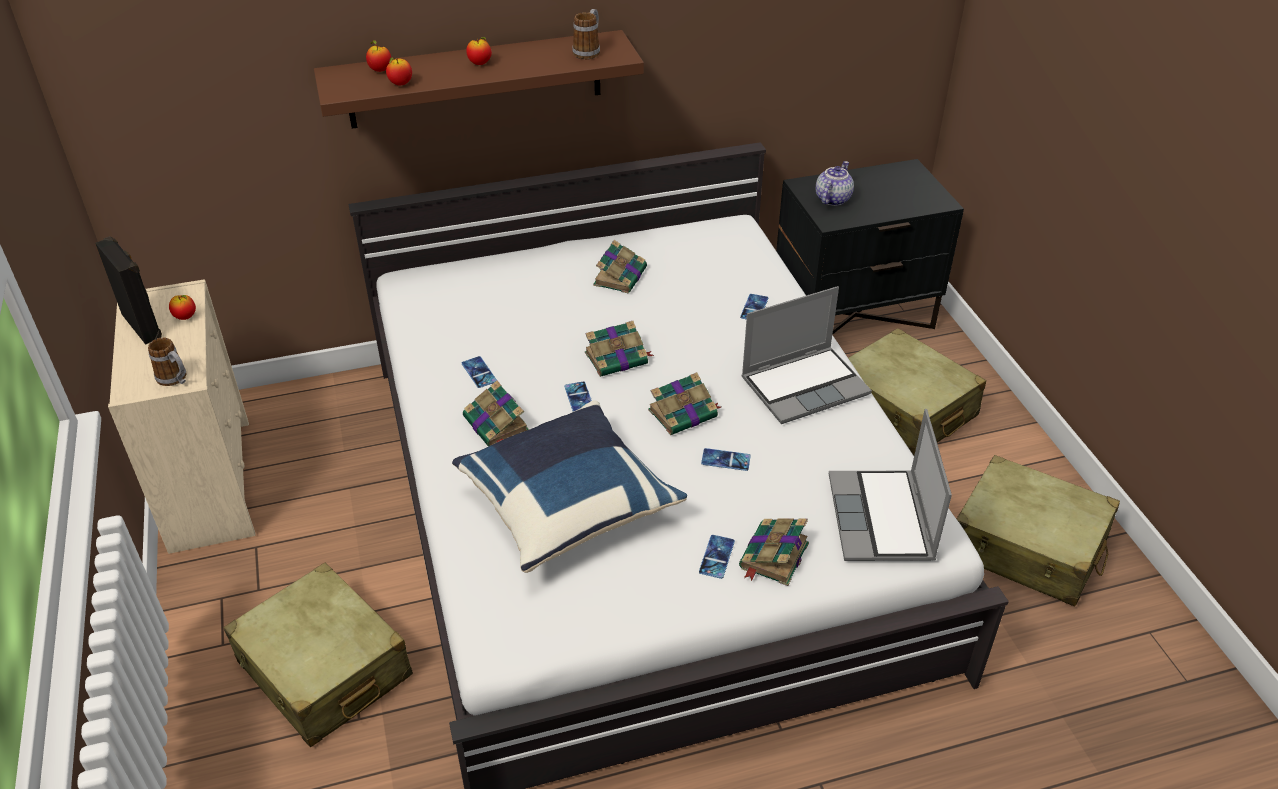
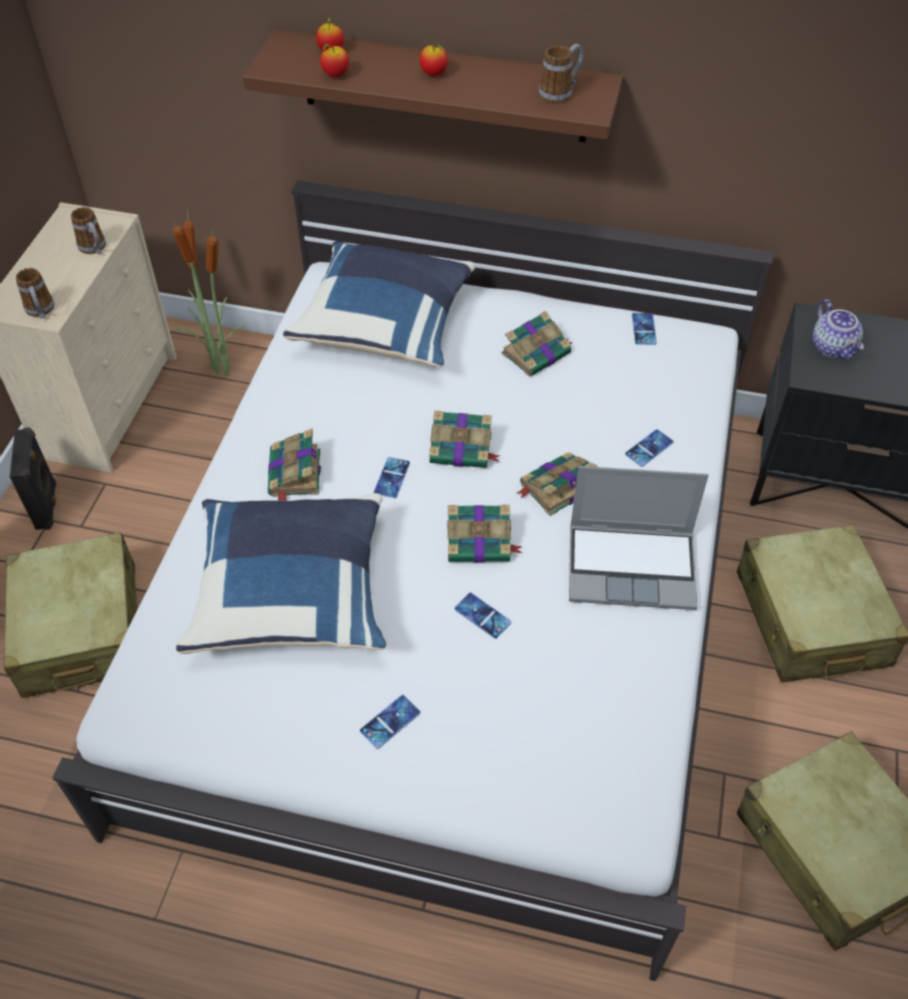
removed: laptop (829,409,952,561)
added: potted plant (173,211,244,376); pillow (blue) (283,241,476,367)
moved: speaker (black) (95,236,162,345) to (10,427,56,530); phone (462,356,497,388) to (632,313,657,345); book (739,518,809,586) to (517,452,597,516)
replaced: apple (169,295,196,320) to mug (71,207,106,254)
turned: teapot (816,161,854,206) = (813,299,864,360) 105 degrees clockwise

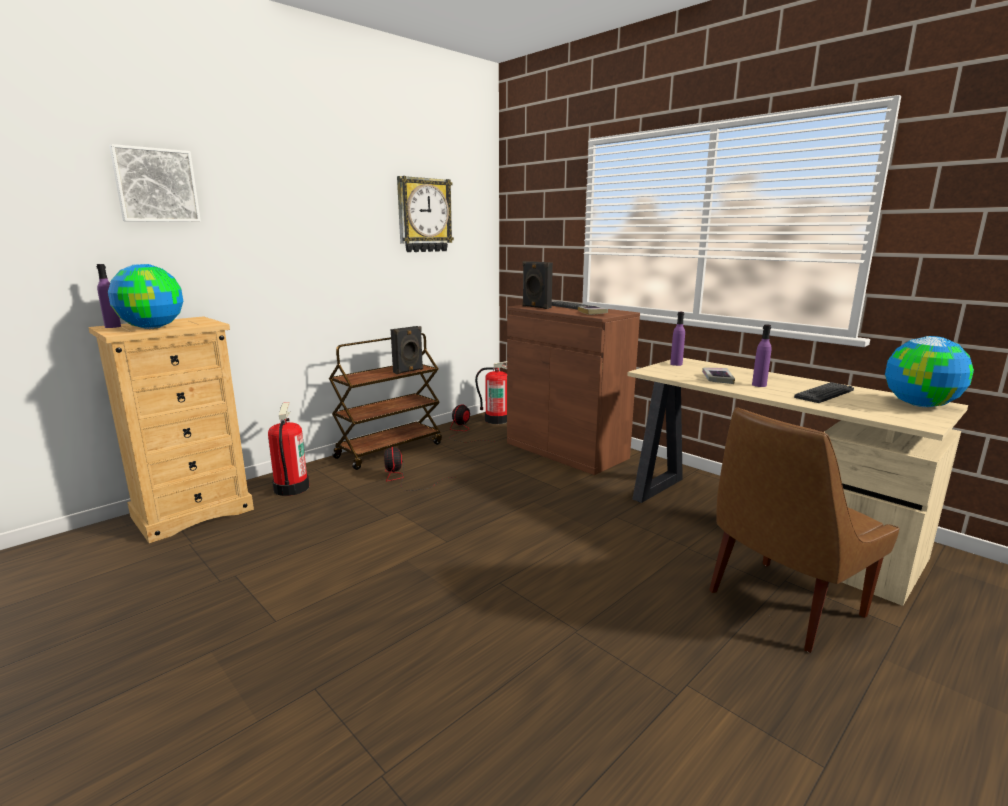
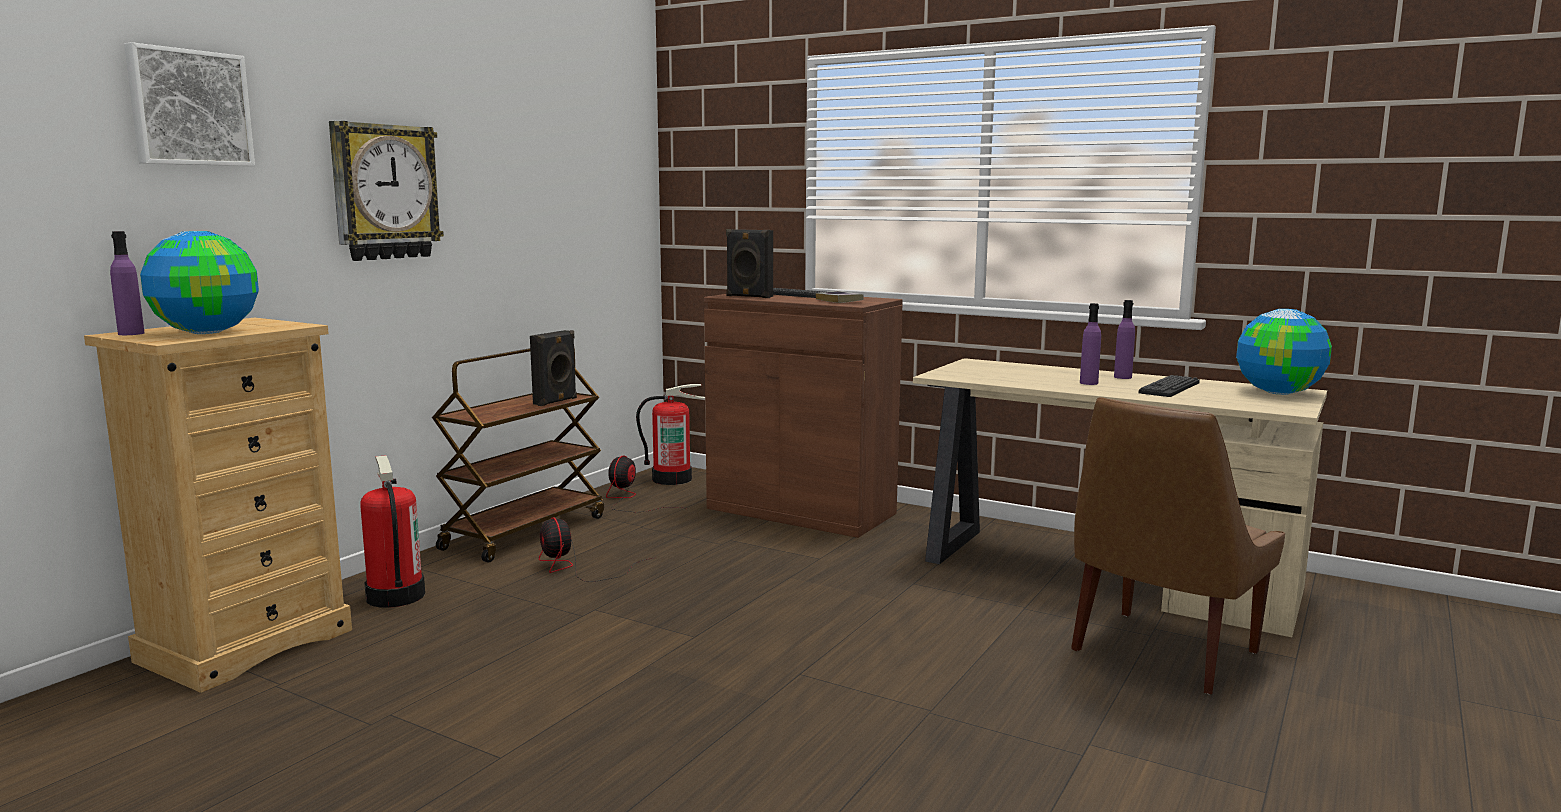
removed: book (702,368,735,384)
moved: wall clock (397,176,454,252) to (329,121,444,261); bottle (purple) (670,312,685,366) to (1114,300,1135,379)

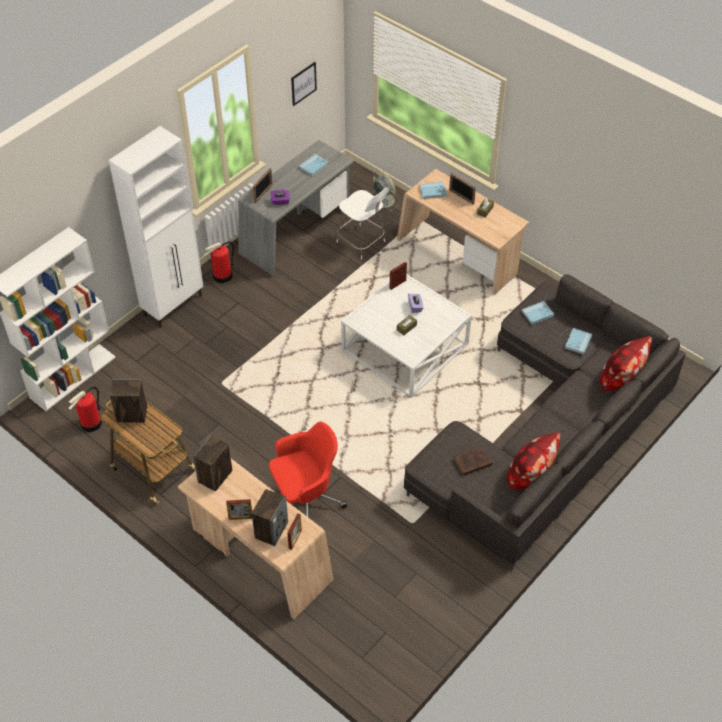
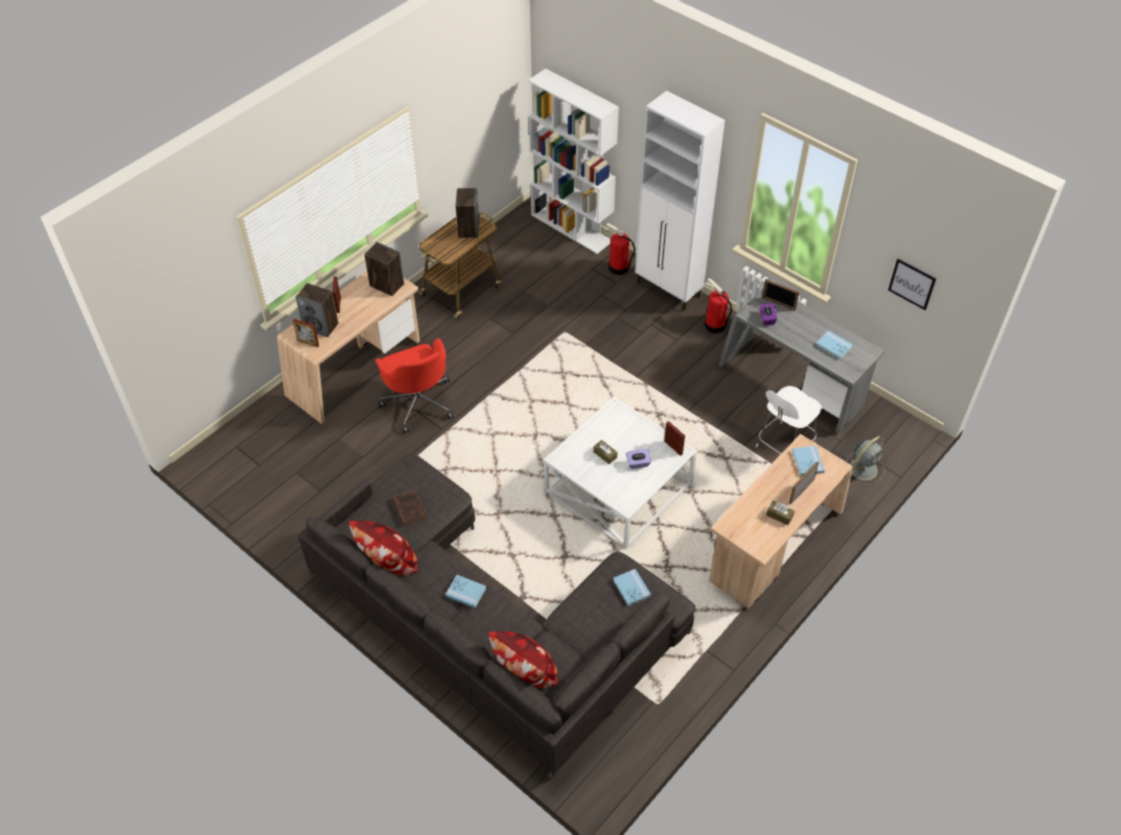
moved: book (blue) (565,328,592,355) to (445,575,486,608); fire extinguisher (69,387,102,432) to (604,223,635,275)

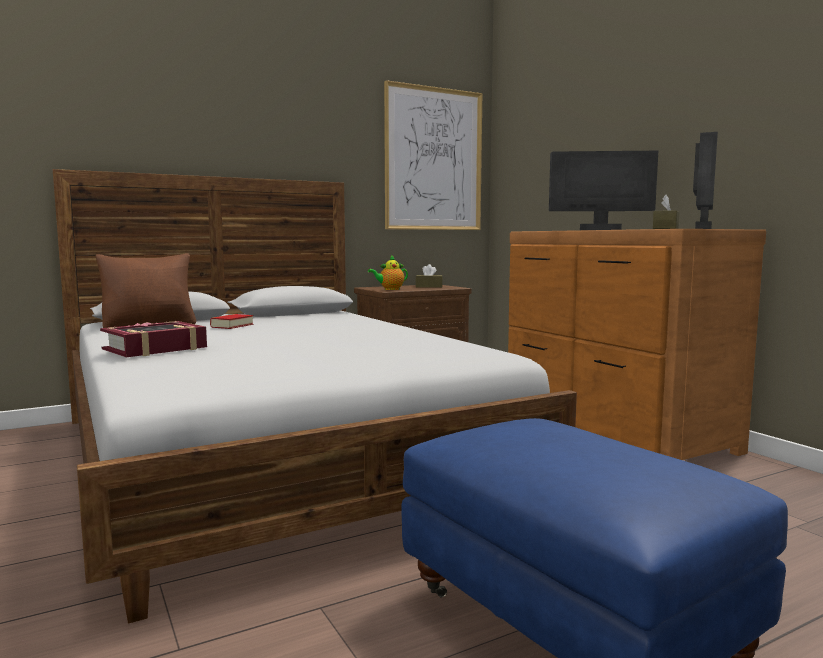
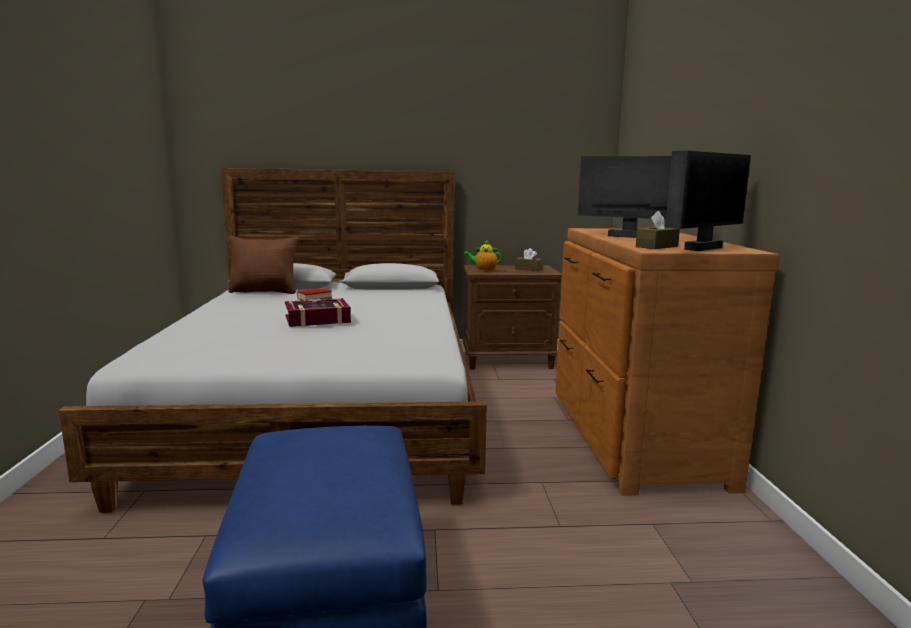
removed: picture (384,80,482,230)
moved: book (100,321,207,357) to (285,298,351,327)

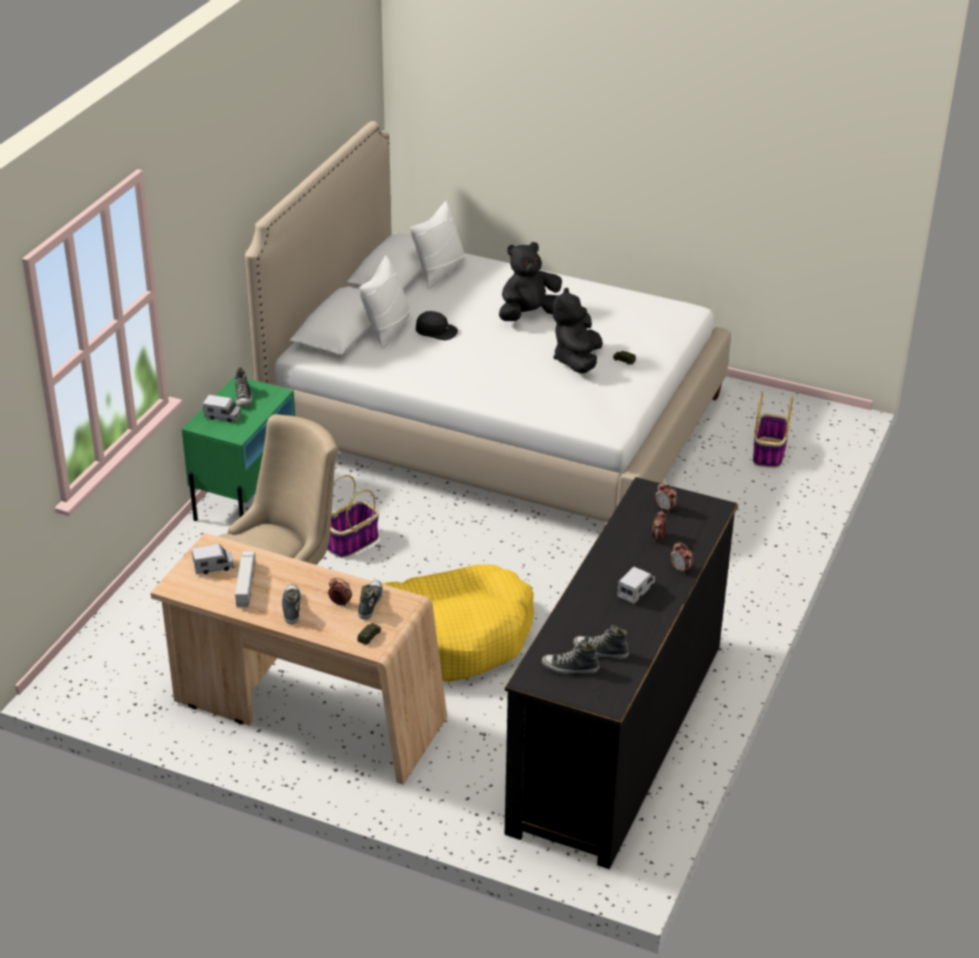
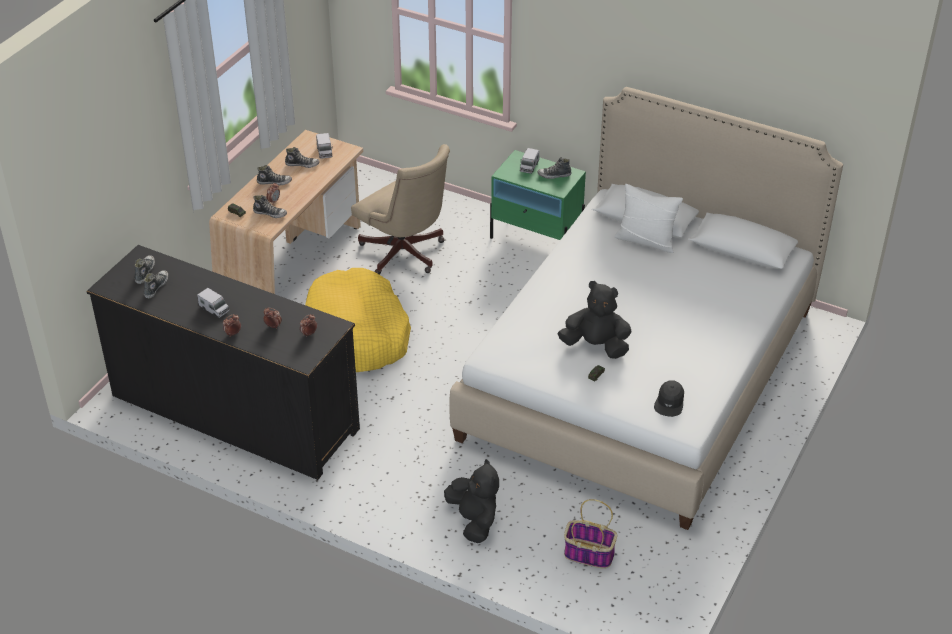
removed: pillow (white) (410,201,466,288); basket (327,475,379,558)
moved: plush toy (black) (499,242,562,321) to (444,459,499,543); cap (black) (416,311,458,340) to (654,380,684,417)
replaced: toy truck (235,551,255,608) to shoe (285,147,320,168)

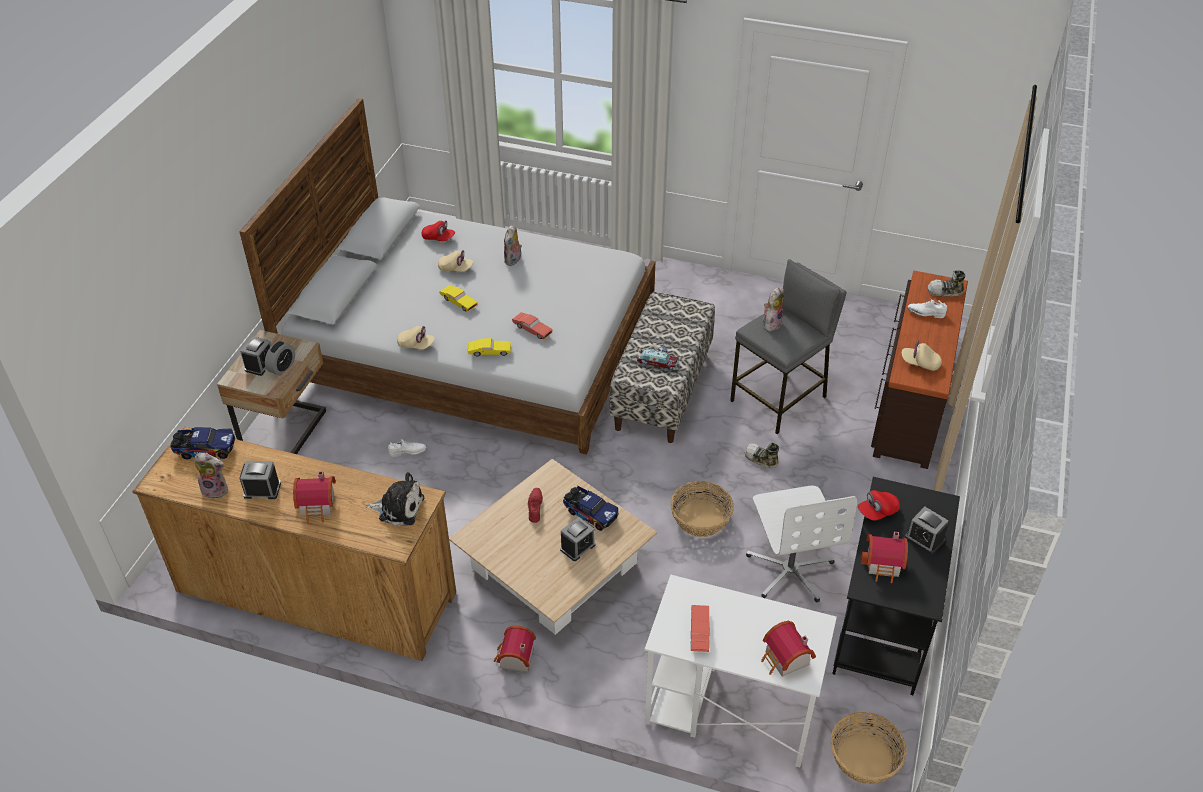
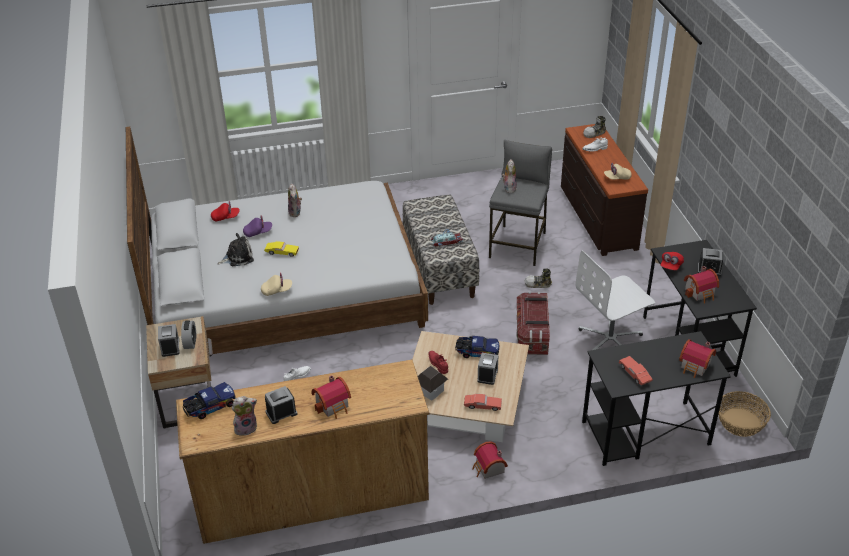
removed: toy car (yellow) (468,338,511,357)
added: toy house (418,366,448,401)
moved: toy car (red) (512,312,553,339) to (464,394,502,411); plush toy (365,472,424,526) to (218,233,254,266)
replaced: basket (670,481,734,537) to storage box (516,292,550,355)
recoloured: cap (beige) (438,250,473,272) to cap (purple) (243,216,272,237); desk (white) (645,575,837,767) to desk (black) (582,331,731,466)
turned: office chair (white) (746,486,857,603) = (575,250,655,350) 105 degrees clockwise

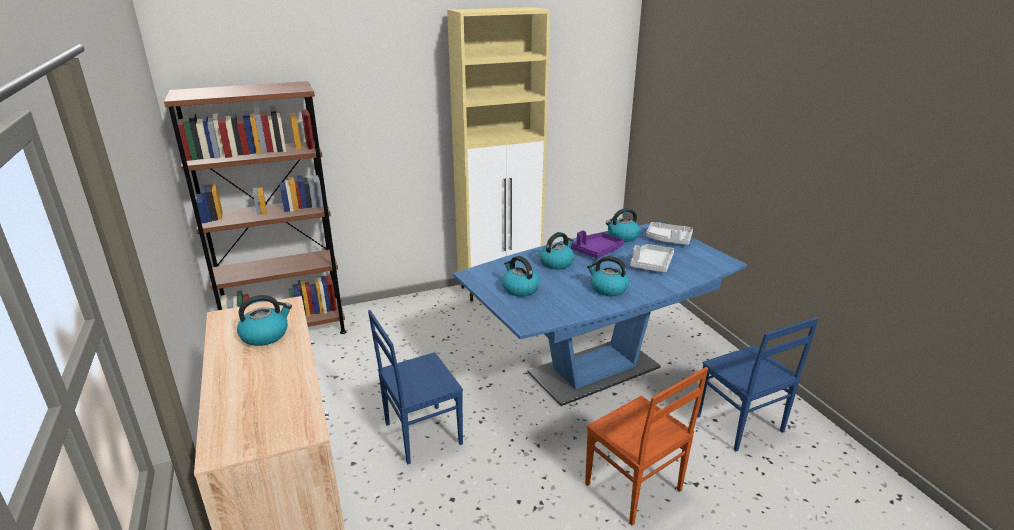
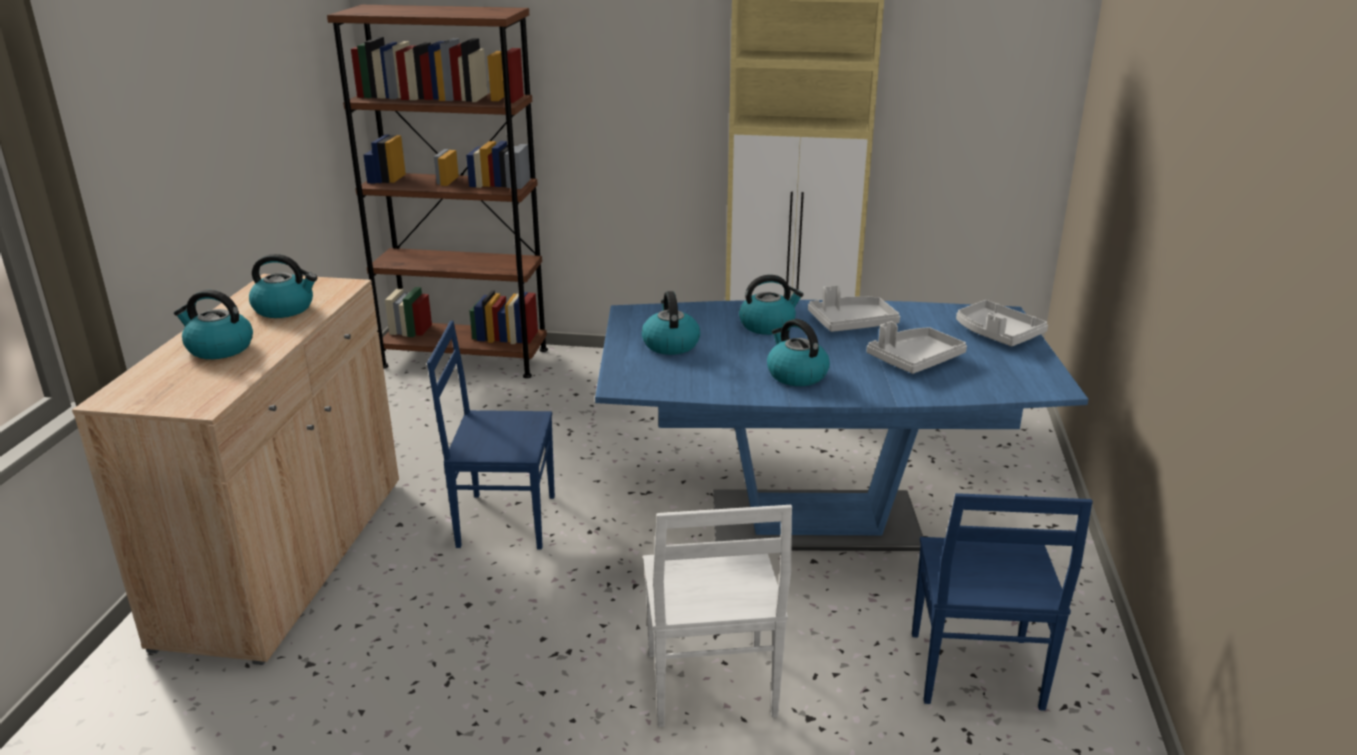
moved: kettle (606,208,640,242) to (174,290,253,359)
recoloured: tray (purple) (571,230,624,259) to tray (grey) (808,285,900,332); chair (brown) (585,367,708,526) to chair (white) (643,505,792,727)

